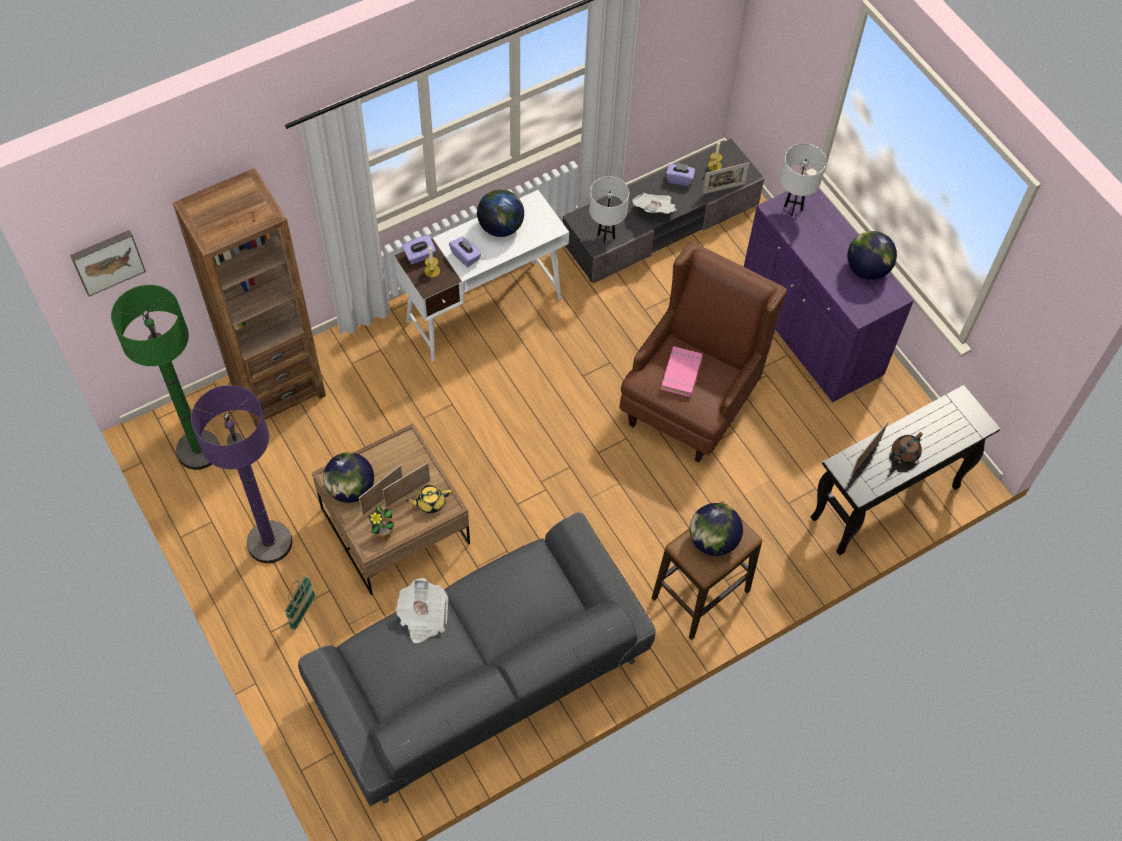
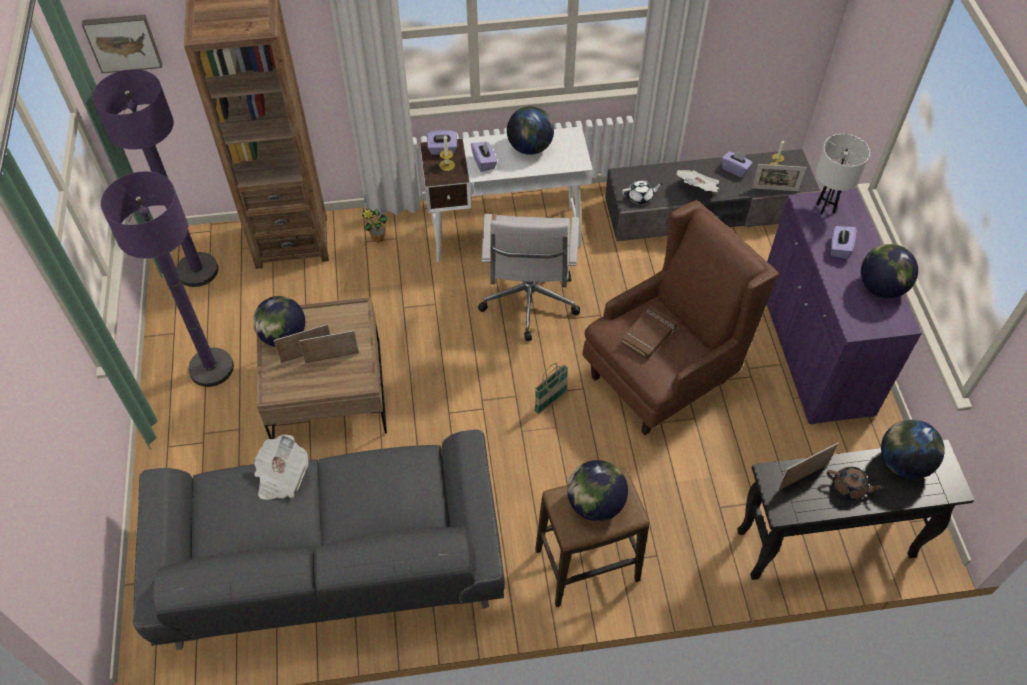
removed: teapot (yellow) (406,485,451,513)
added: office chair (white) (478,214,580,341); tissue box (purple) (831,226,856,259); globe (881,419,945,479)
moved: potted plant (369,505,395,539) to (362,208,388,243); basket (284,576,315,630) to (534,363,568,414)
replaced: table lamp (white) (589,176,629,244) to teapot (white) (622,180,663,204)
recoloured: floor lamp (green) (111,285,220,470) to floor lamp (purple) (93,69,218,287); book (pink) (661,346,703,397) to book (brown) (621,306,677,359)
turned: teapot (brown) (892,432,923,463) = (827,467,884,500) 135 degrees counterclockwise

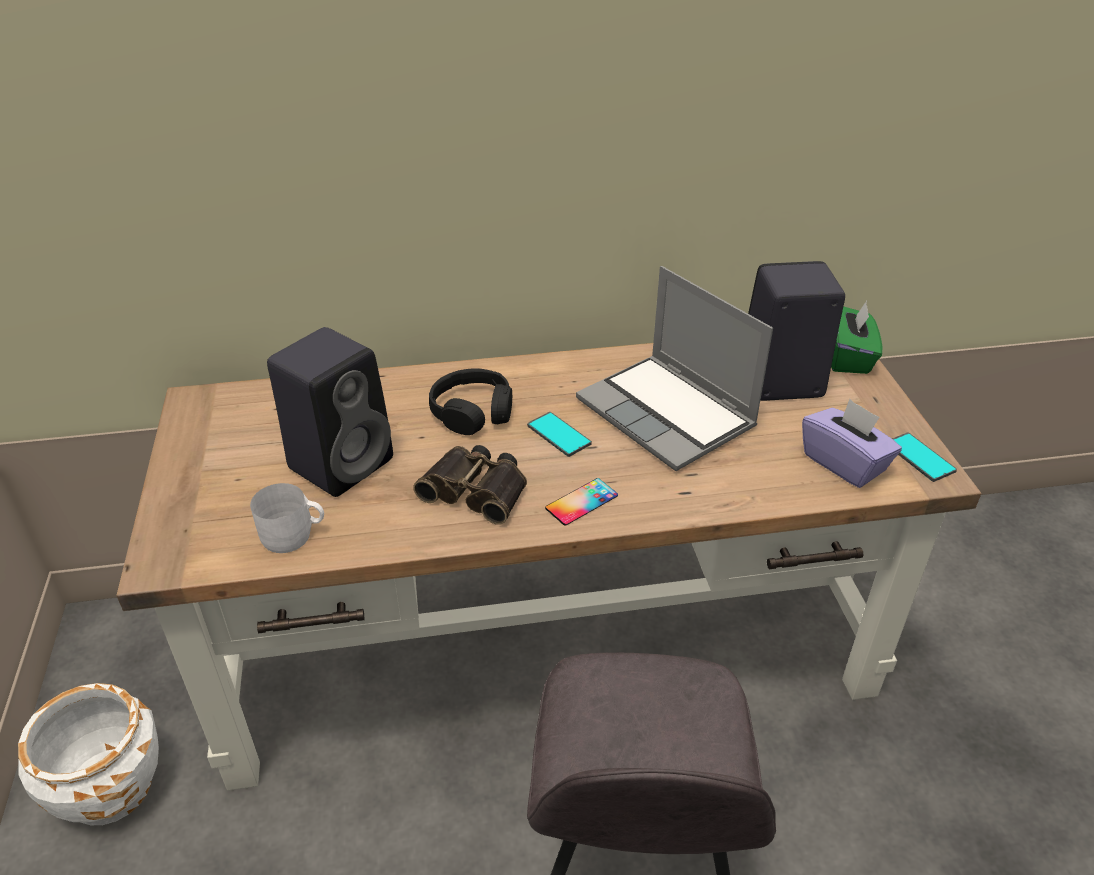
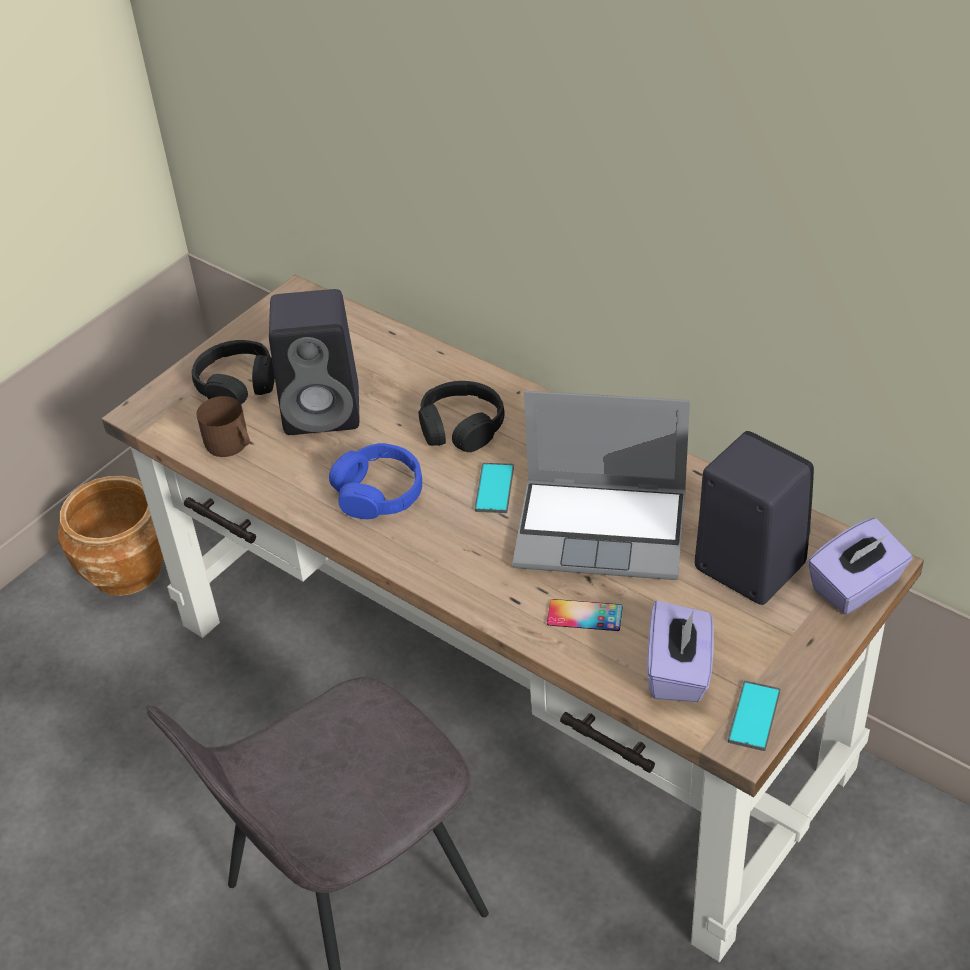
added: headphones (black) (192,340,275,404)
moved: phone (545,478,618,525) to (547,599,622,631)
replaced: binoculars (413,445,527,525) to headphones (blue) (329,443,422,519)
recoloured: tissue box (green) (831,301,882,374) to tissue box (purple) (808,518,912,614); mug (white) (250,483,324,553) to mug (brown) (196,396,250,457); planter (white) (18,683,159,825) to planter (brown) (58,476,163,596)
turned: laptop (576,266,773,471) = (512,391,690,580) 90 degrees counterclockwise

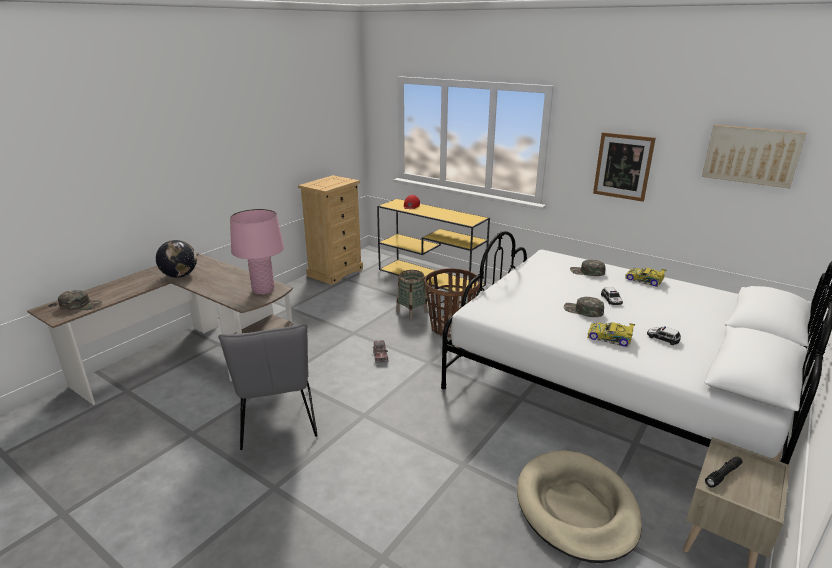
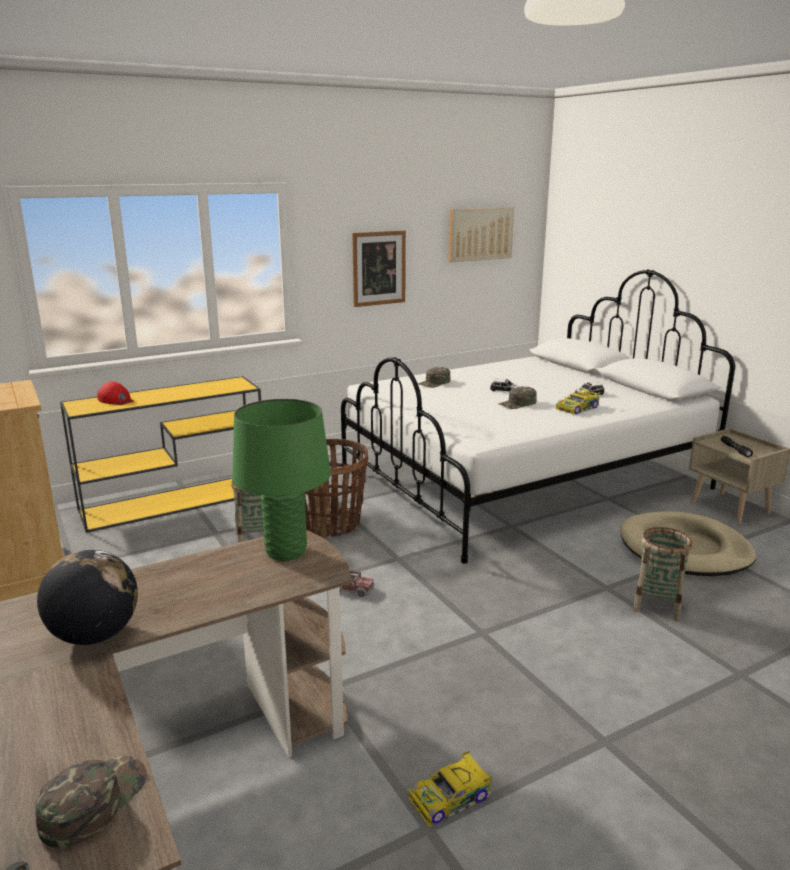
removed: chair (grey) (218,323,318,450)
added: basket (633,527,693,621)
moved: toy car (625,268,666,287) to (408,750,492,826)
recoloured: table lamp (pink) (230,209,284,294) to table lamp (green) (232,399,331,561)

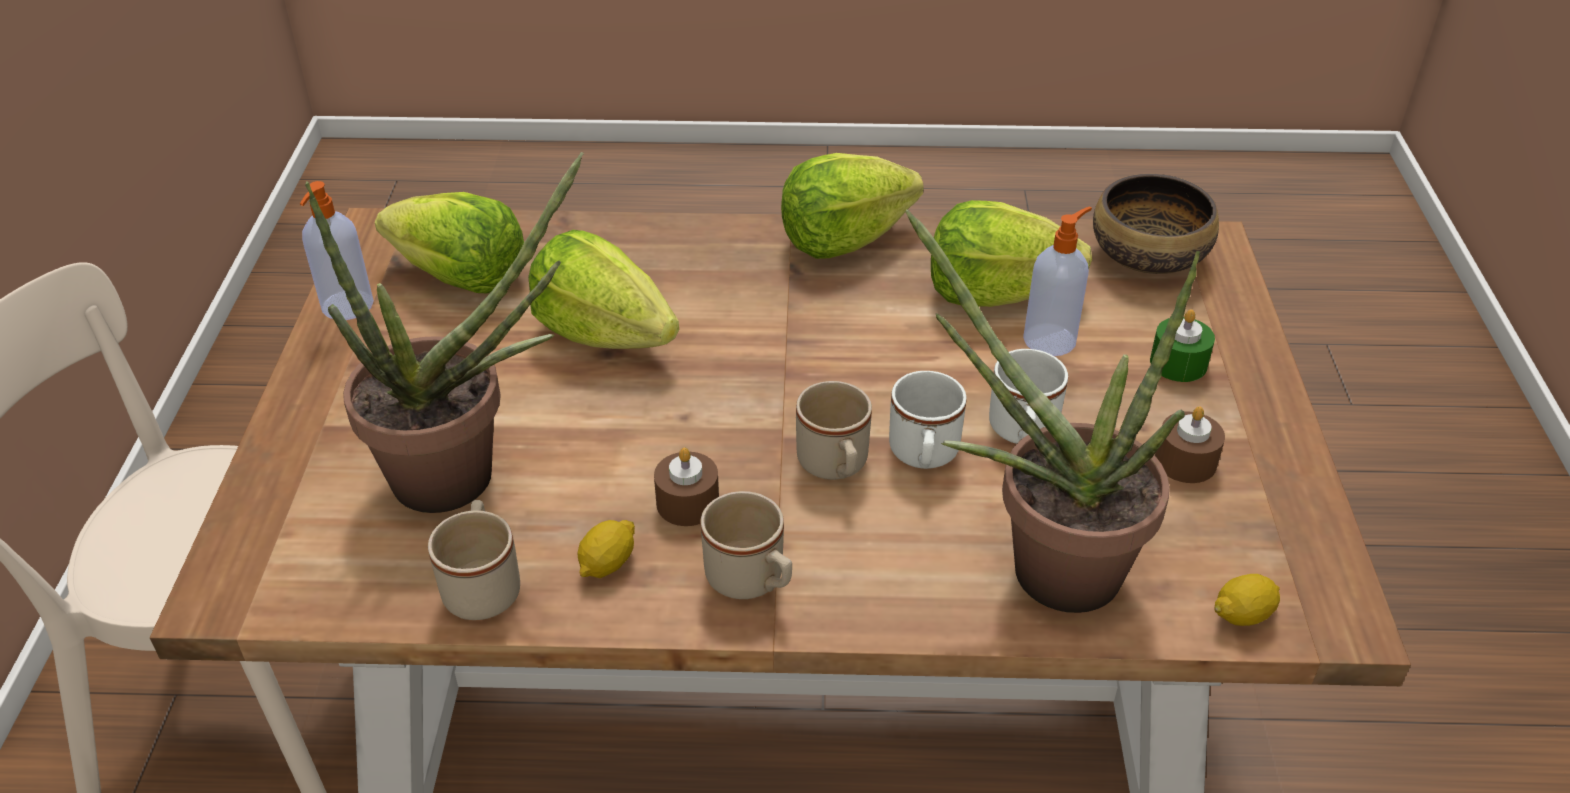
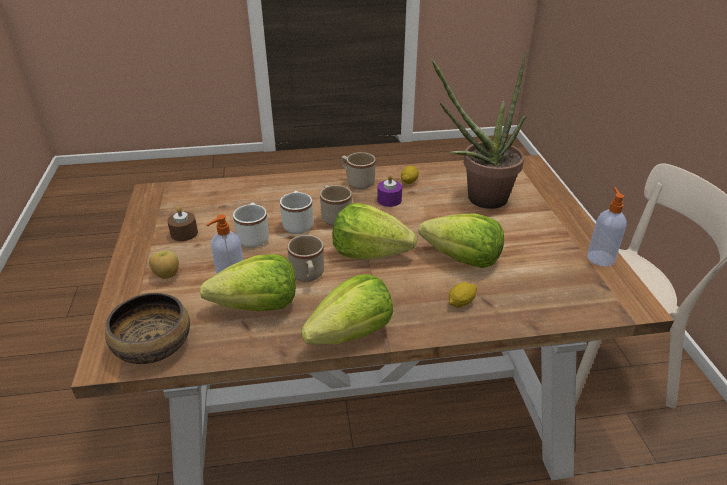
removed: potted plant (906,209,1200,613)
moved: lettuce (375,192,524,293) to (333,203,417,259); mug (beige) (428,500,520,620) to (287,235,324,282); lemon (1214,574,1280,626) to (449,282,477,308)
replaced: candle (green) (1150,309,1215,382) to apple (149,250,179,279)
recoloured: candle (brown) (654,447,719,526) to candle (purple) (377,174,402,207)

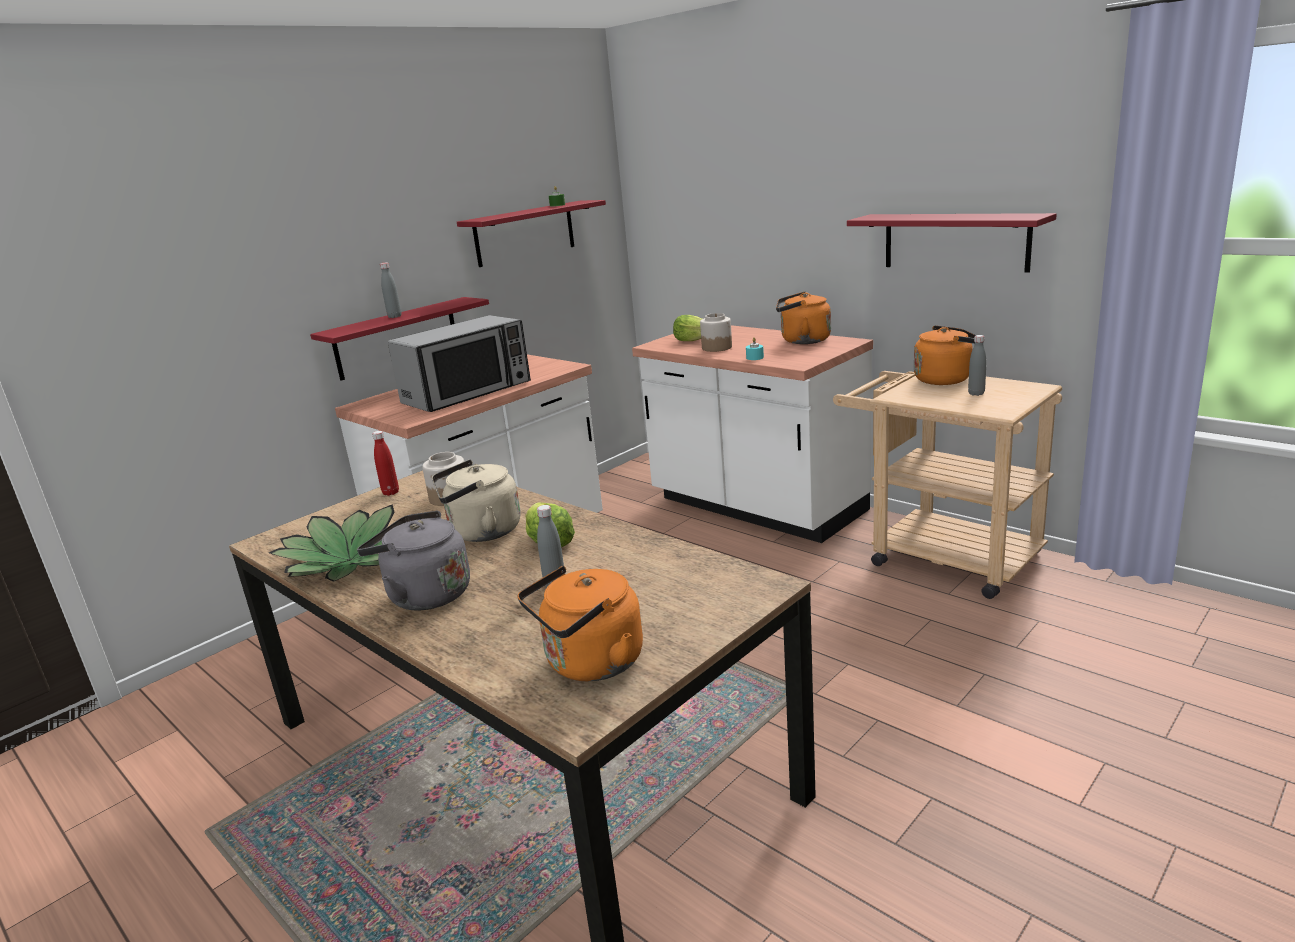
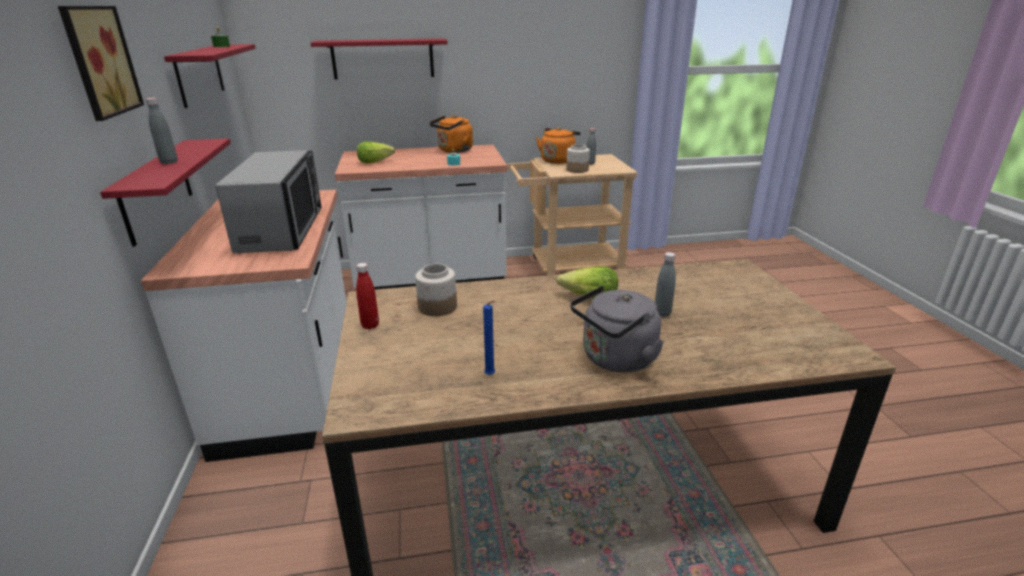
removed: kettle (beige) (432,459,521,542); kettle (orange) (518,566,643,681)
added: picture (58,6,144,121)
moved: shelf (red) (847,213,1057,273) to (311,39,448,80); jar (700,313,732,352) to (566,144,590,173)
replaced: potted plant (269,504,394,582) to candle (blue) (483,301,495,375)

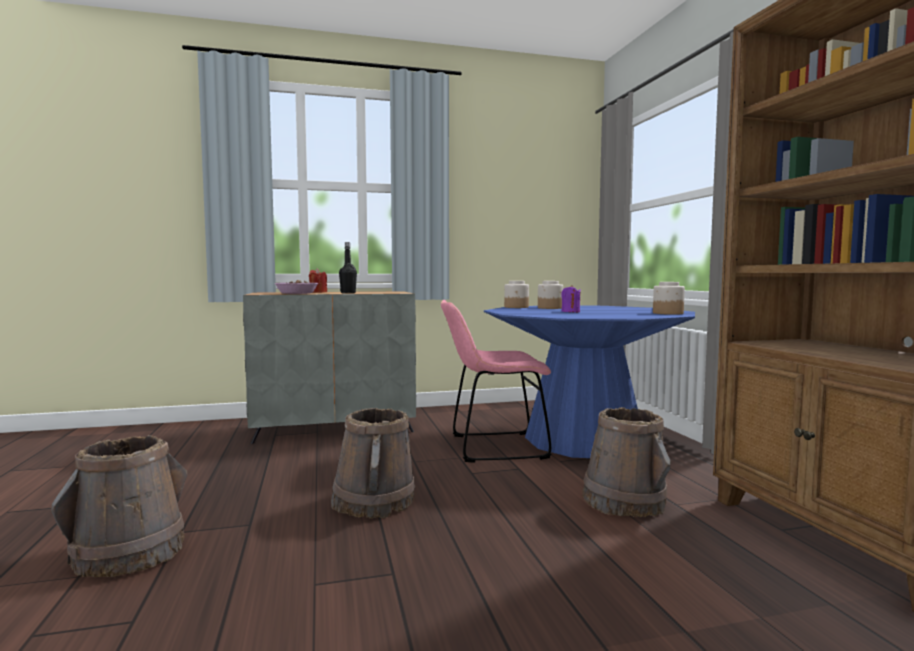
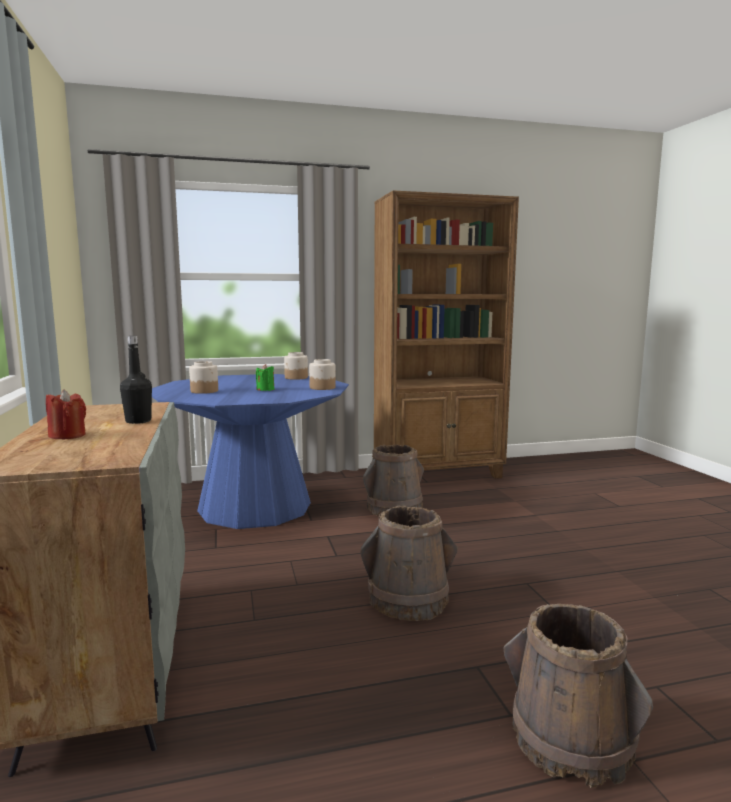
removed: bowl (275,280,319,294); chair (pink) (441,300,552,463)
moved: jar (504,281,529,308) to (309,359,336,390)
recoloured: candle (purple) (561,285,581,312) to candle (green) (256,364,274,391)

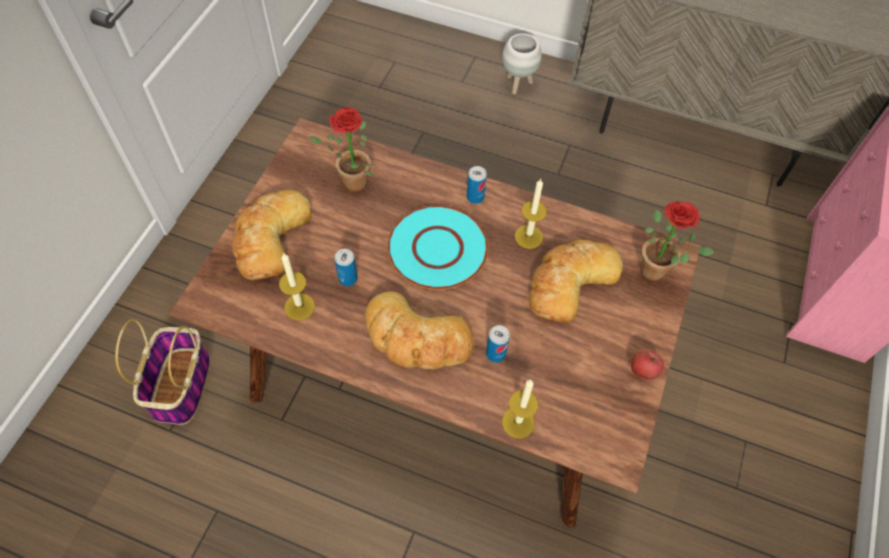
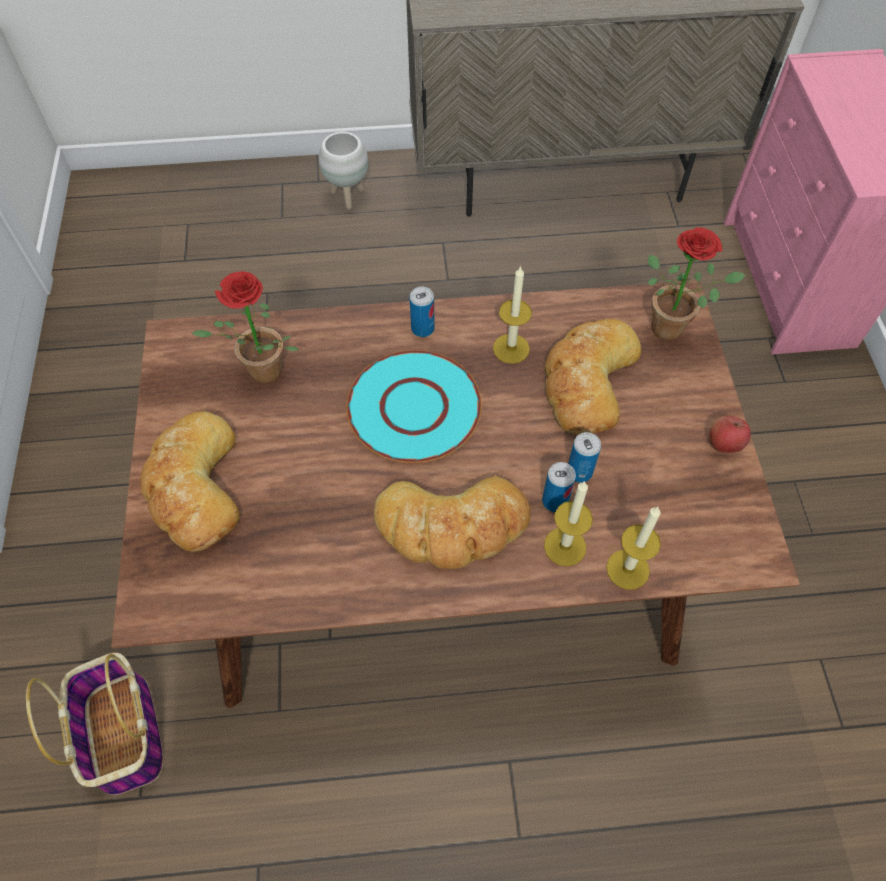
moved: can (334,249,358,286) to (568,432,601,483); candle (279,254,315,320) to (544,481,593,566)

